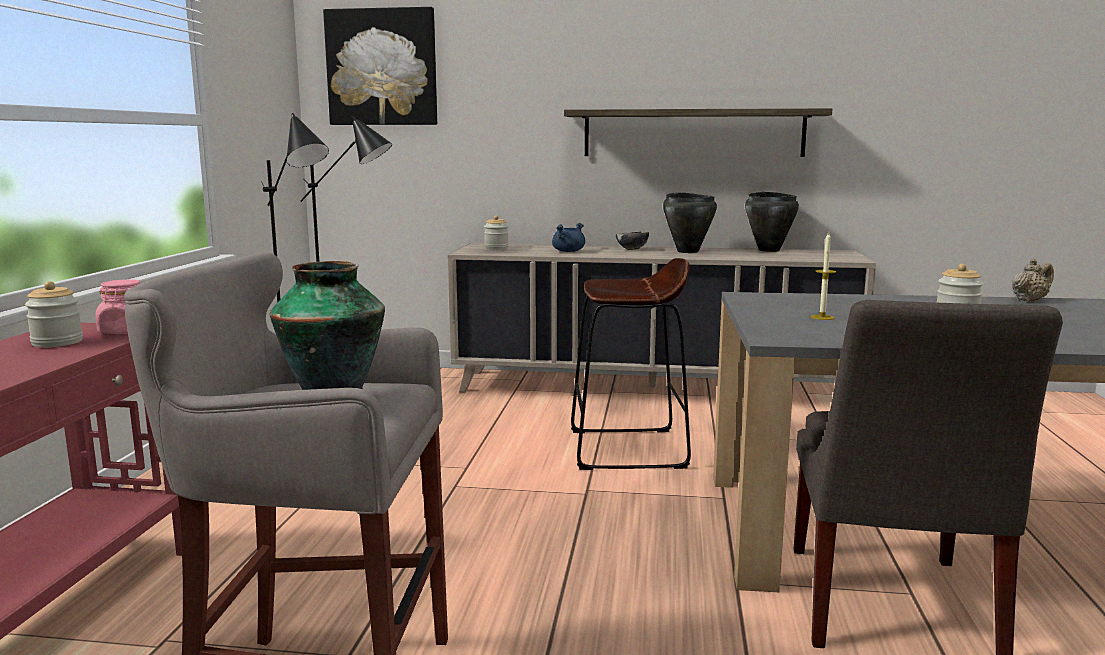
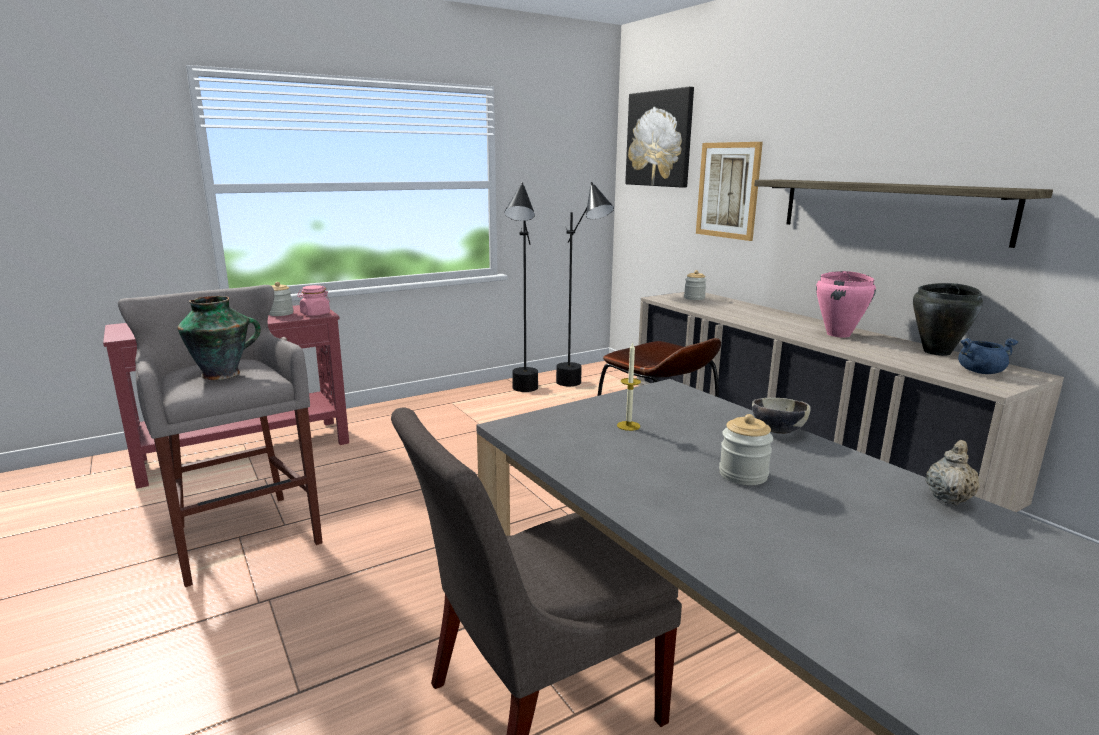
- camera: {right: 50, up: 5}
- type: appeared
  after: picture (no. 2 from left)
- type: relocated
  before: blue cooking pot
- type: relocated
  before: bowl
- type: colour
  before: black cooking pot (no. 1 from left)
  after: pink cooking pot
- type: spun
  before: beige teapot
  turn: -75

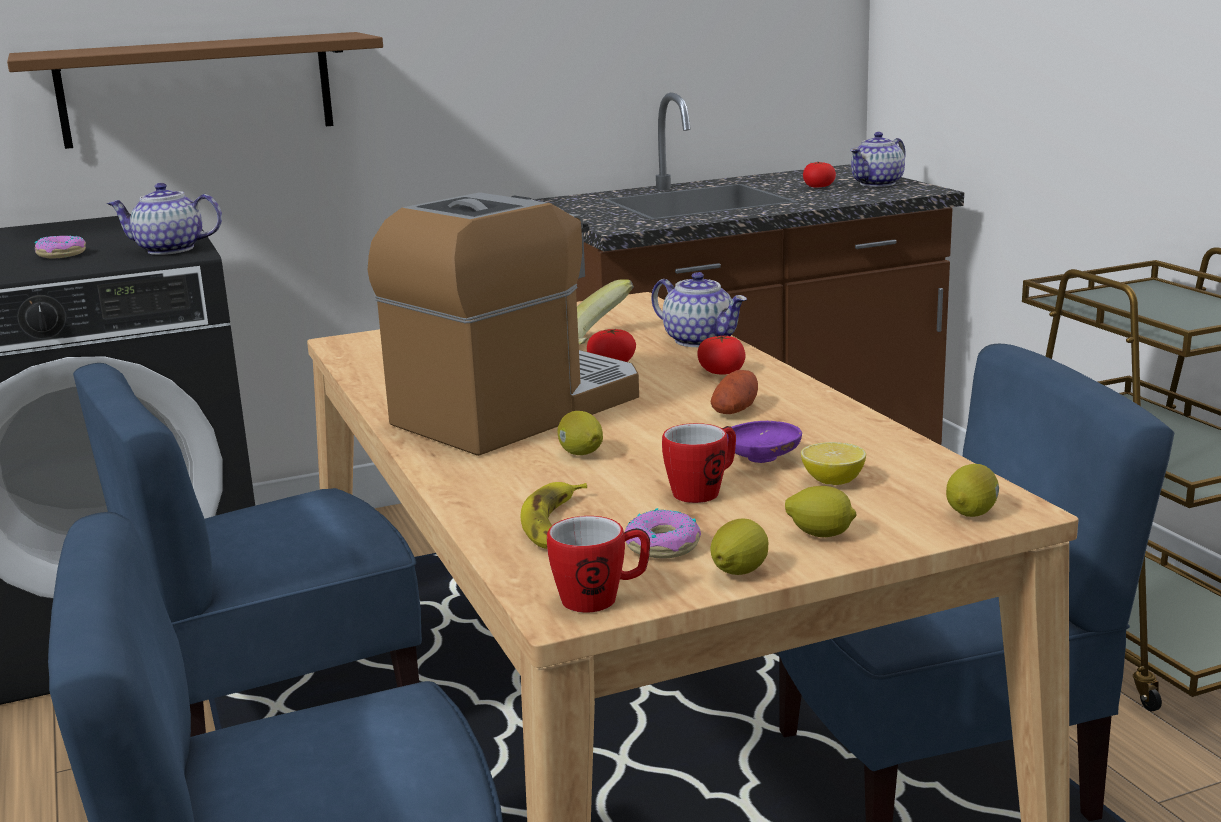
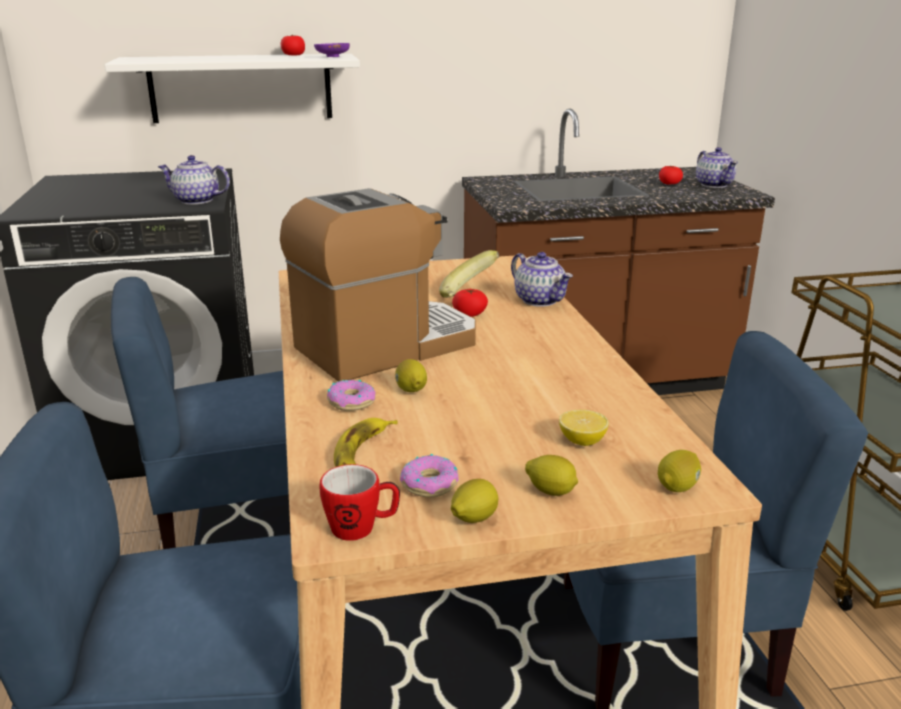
- camera: {right: 10, up: 5}
- type: missing
  before: mug (no. 2 from left)
- type: missing
  before: potato
- type: relocated
  before: donut (no. 1 from left)
- type: relocated
  before: tomato (no. 2 from left in the first image)
  after: tomato (no. 1 from left)
- type: relocated
  before: purple bowl
- type: colour
  before: brown shelf
  after: white shelf
- type: spun
  before: teapot (no. 3 from left)
  turn: -75

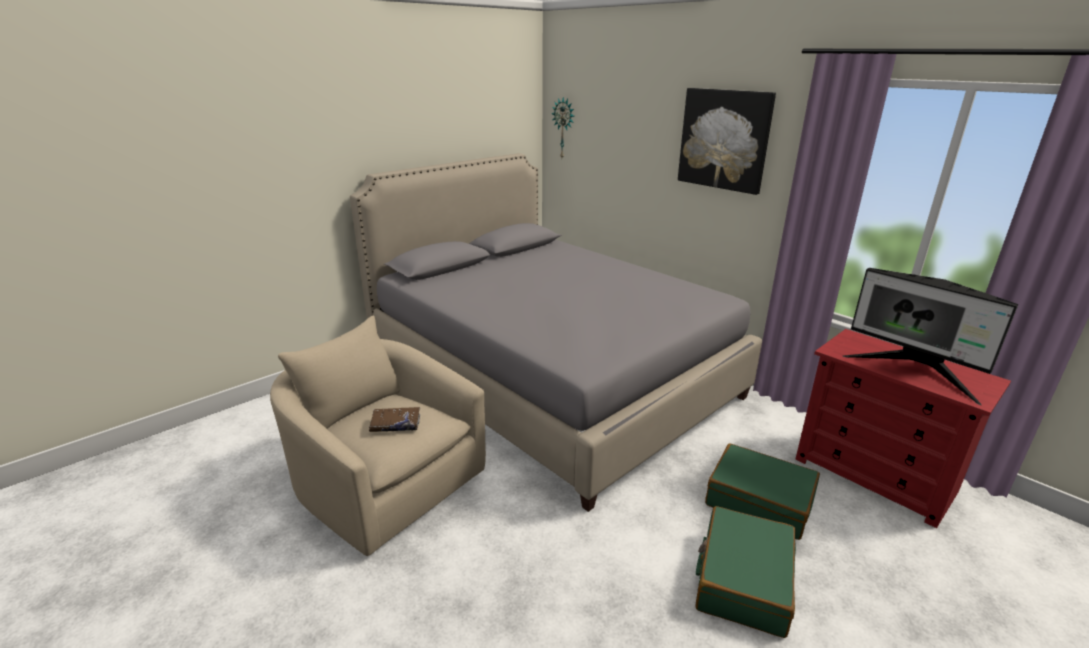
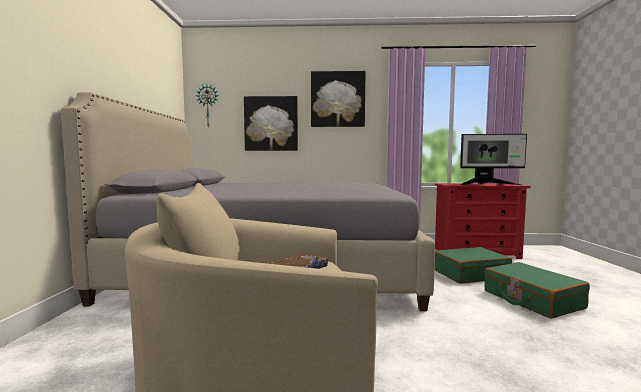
- camera: {right: -45, up: -20}
- type: appeared
  after: picture (no. 1 from left)

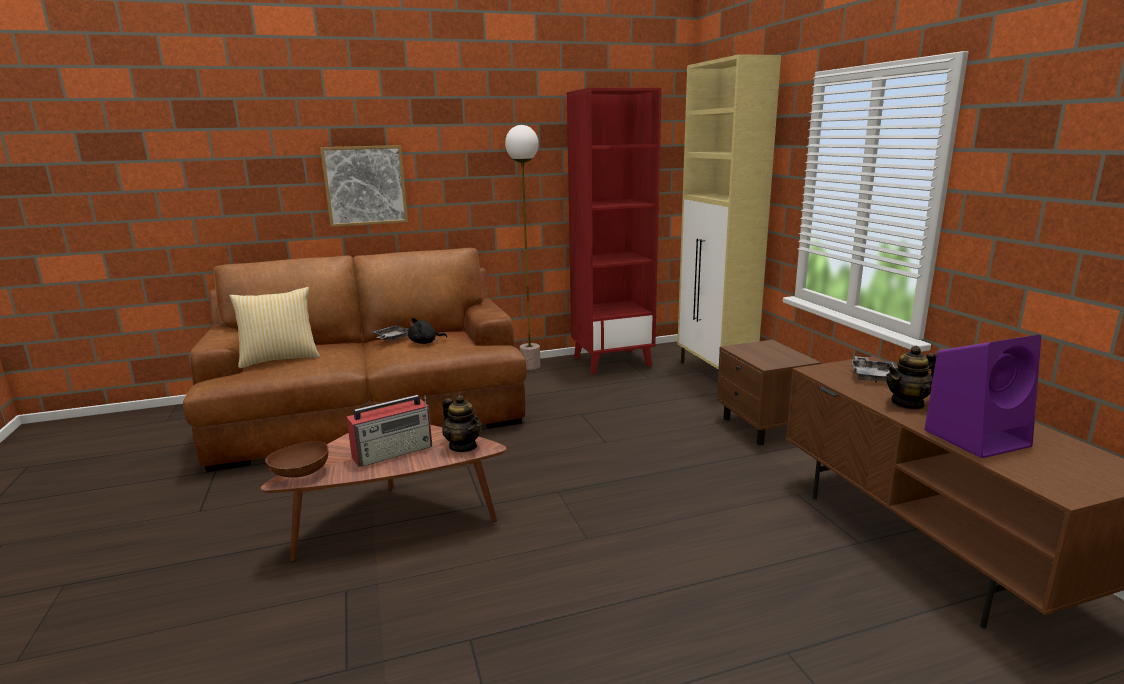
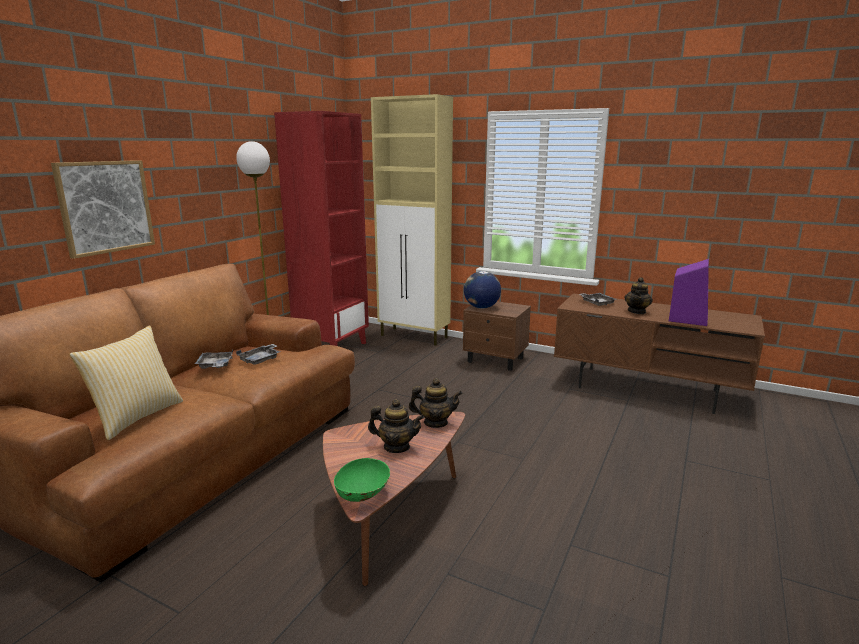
- camera: {right: -45, up: 0}
- type: appeared
  after: globe
- type: exchanged
  before: radio
  after: teapot (no. 1 from left)
- type: exchanged
  before: black plush toy
  after: grey tray (no. 2 from left)
- type: colour
  before: brown bowl
  after: green bowl

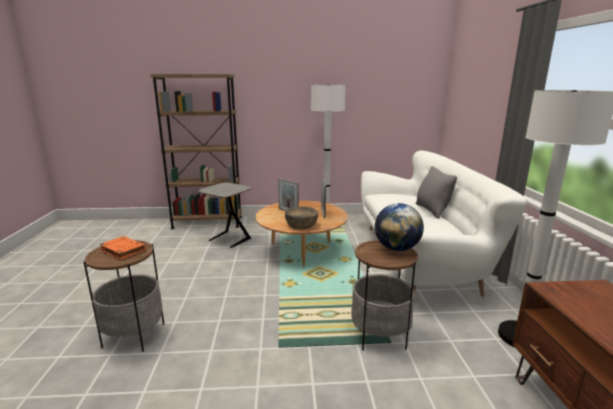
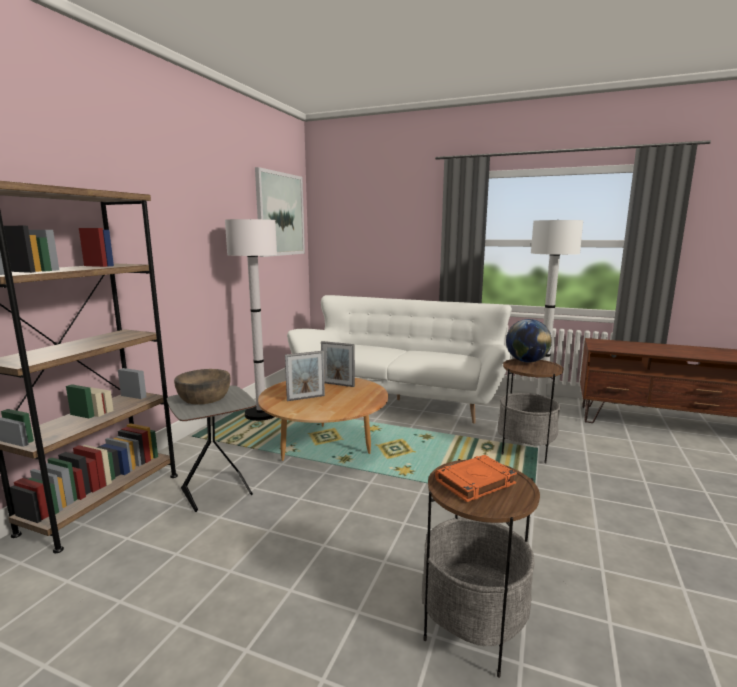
- camera: {right: -65, up: -5}
- type: missing
  before: grey pillow
- type: appeared
  after: picture
- type: relocated
  before: brown bowl

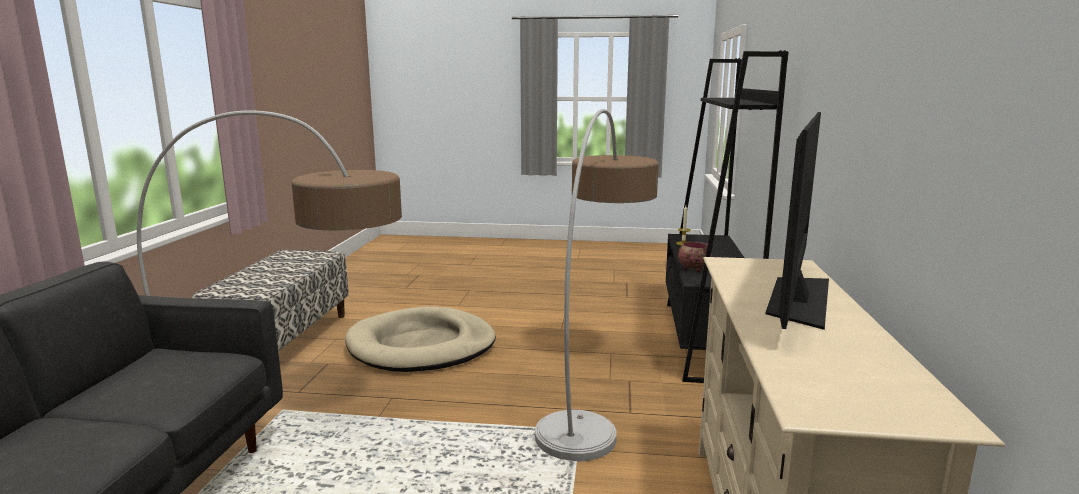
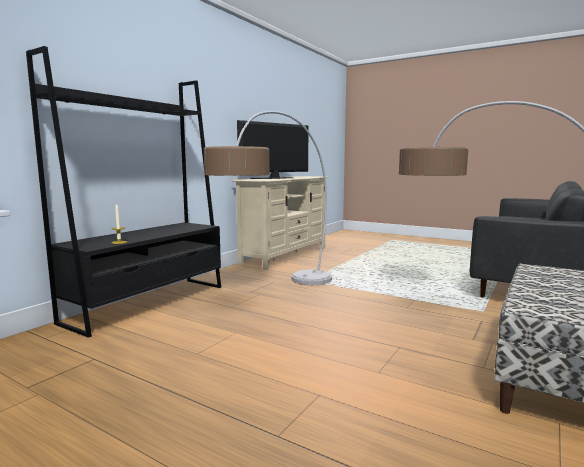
- camera: {right: -155, up: -5}
- type: missing
  before: beige dog bed
- type: missing
  before: bowl

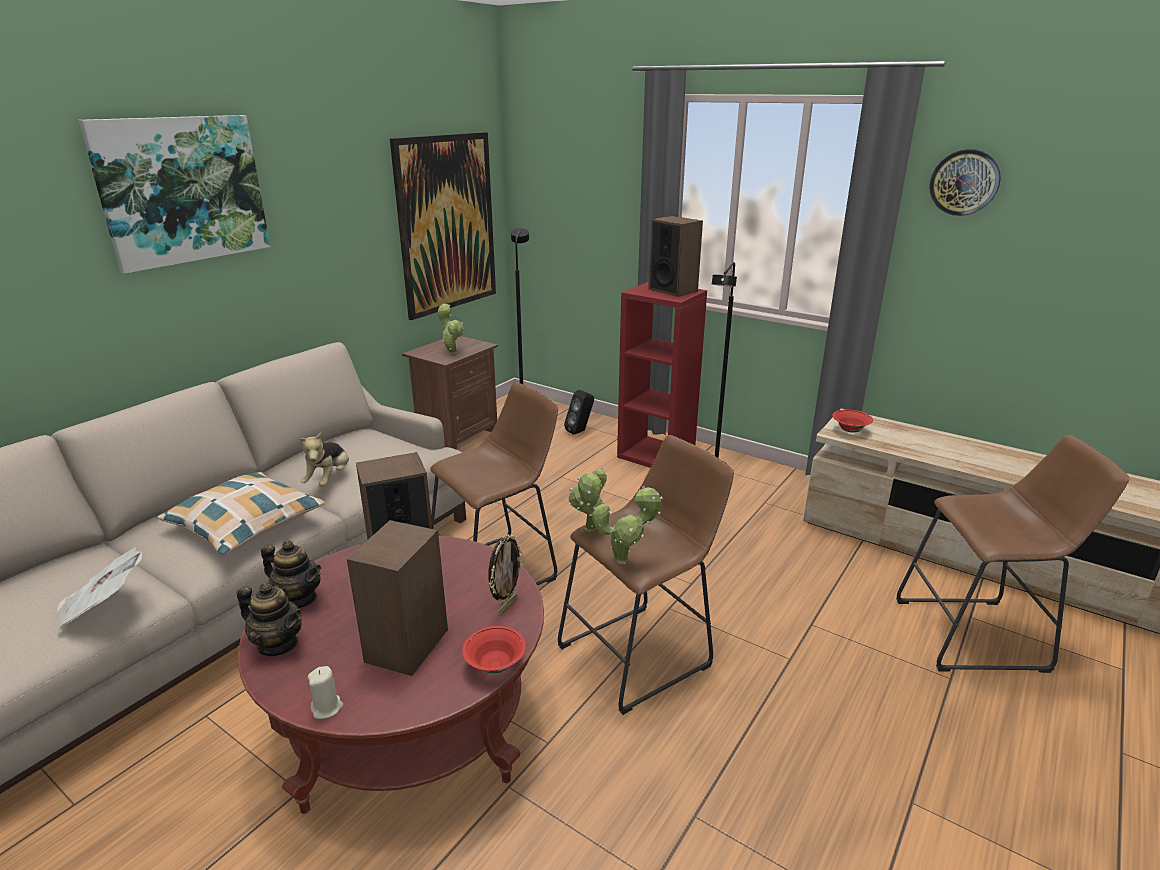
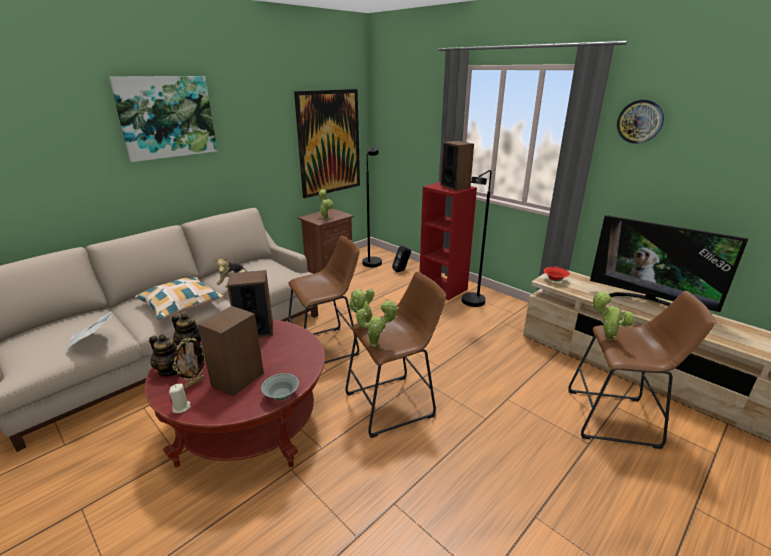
- camera: {right: 10, up: 0}
- type: appeared
  after: television
- type: appeared
  after: potted plant (no. 4 from left)
- type: relocated
  before: picture frame
- type: colour
  before: red bowl (no. 1 from left)
  after: grey bowl

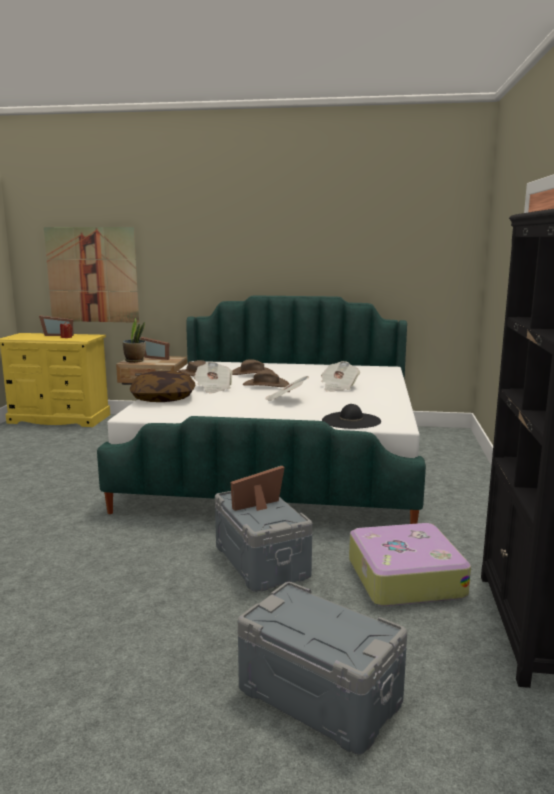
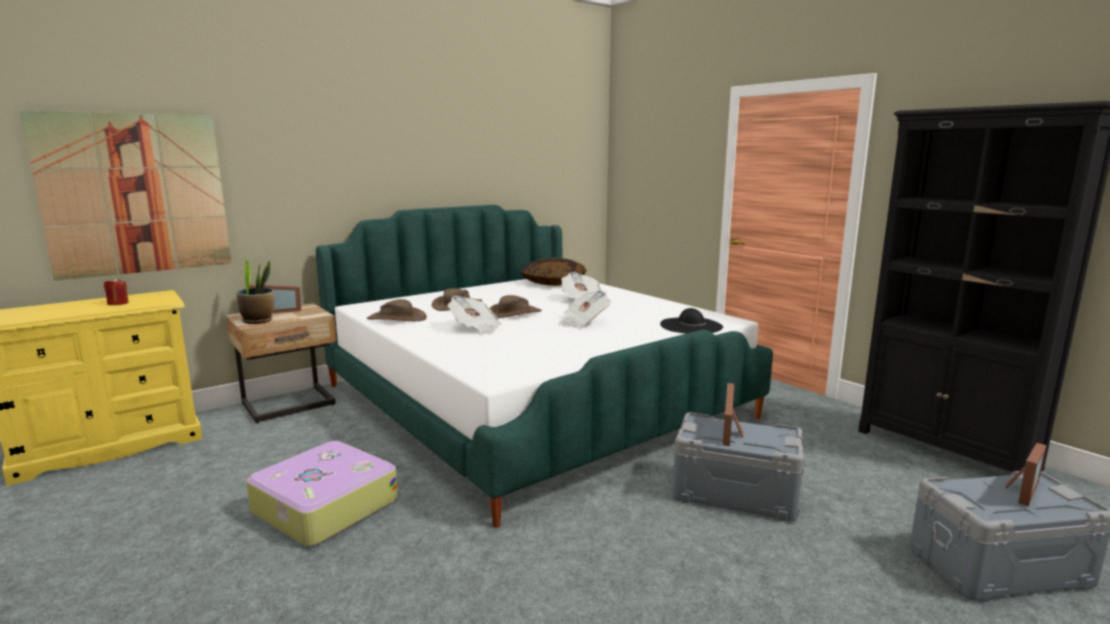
- camera: {right: -45, up: 0}
- type: relocated
  before: picture frame (no. 1 from left in the first image)
  after: picture frame (no. 3 from left)
- type: relocated
  before: pillow
- type: relocated
  before: suitcase

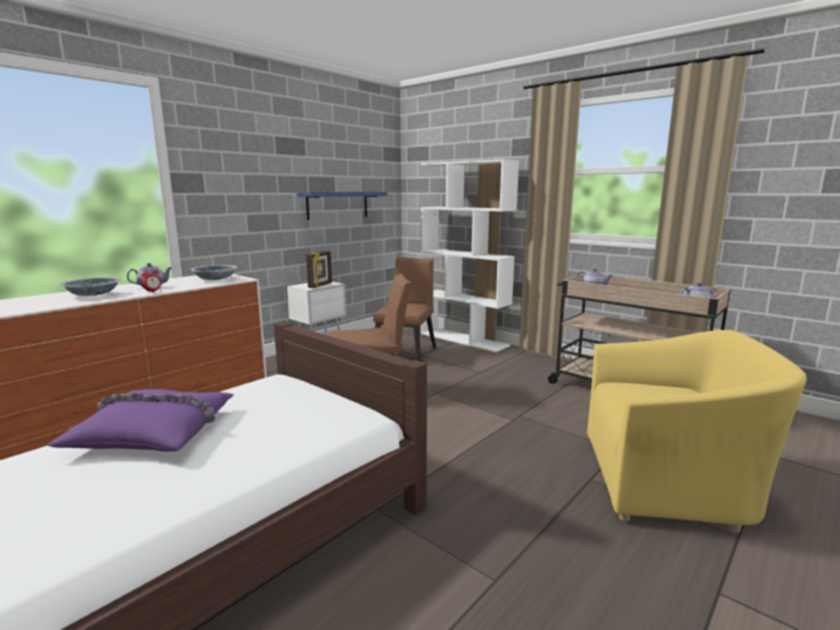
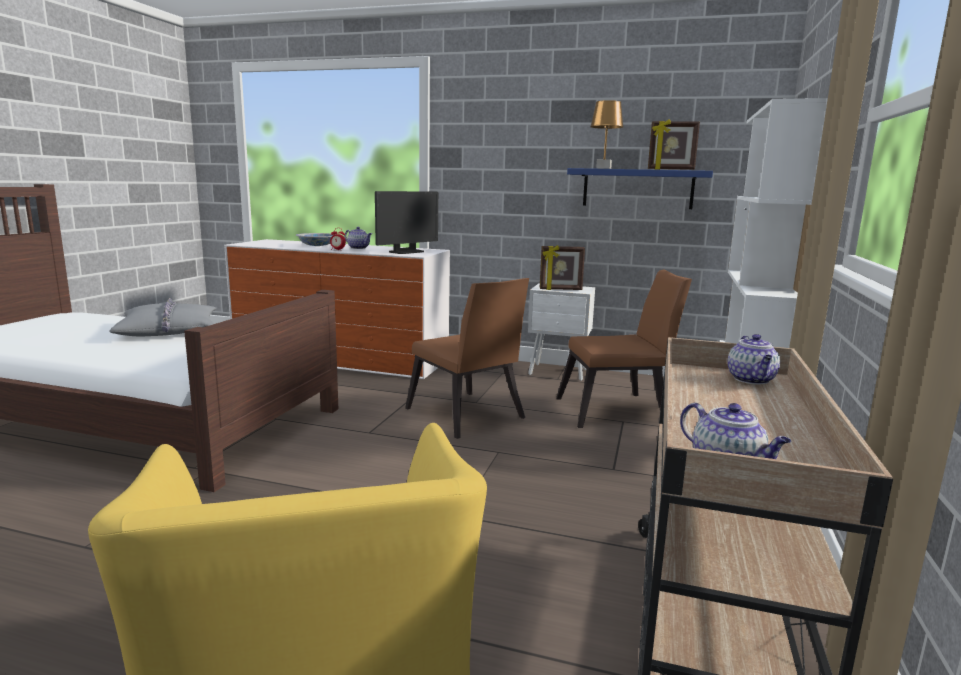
- camera: {right: 65, up: 0}
- type: appeared
  after: brown table lamp
- type: appeared
  after: picture frame (no. 2 from left)
- type: exchanged
  before: bowl (no. 2 from left)
  after: monitor
- type: colour
  before: purple pillow
  after: grey pillow

